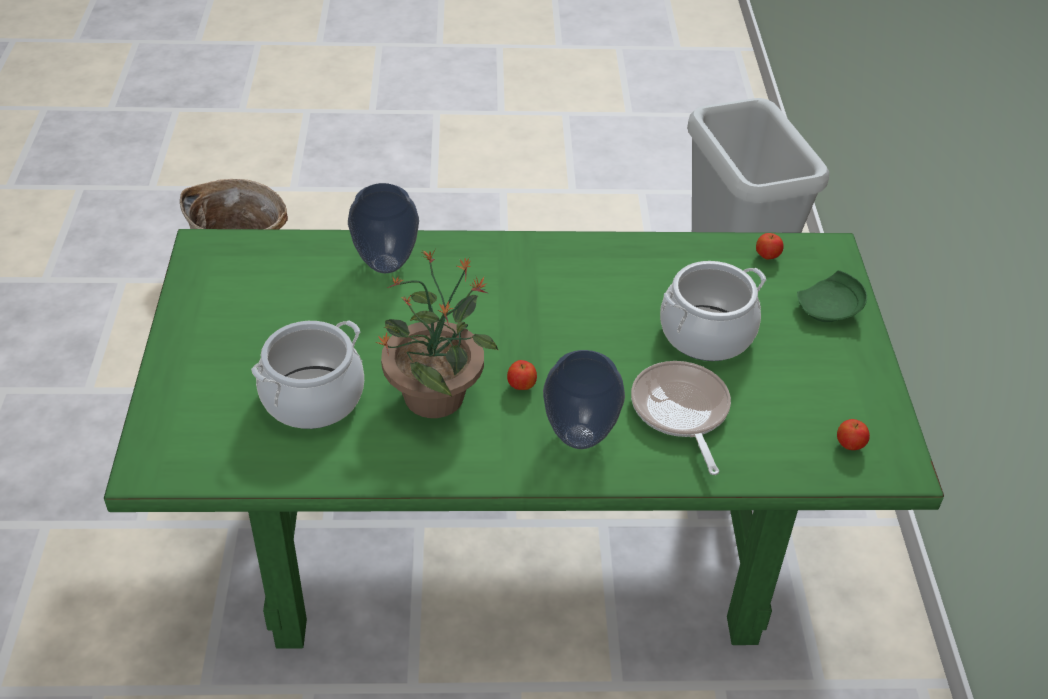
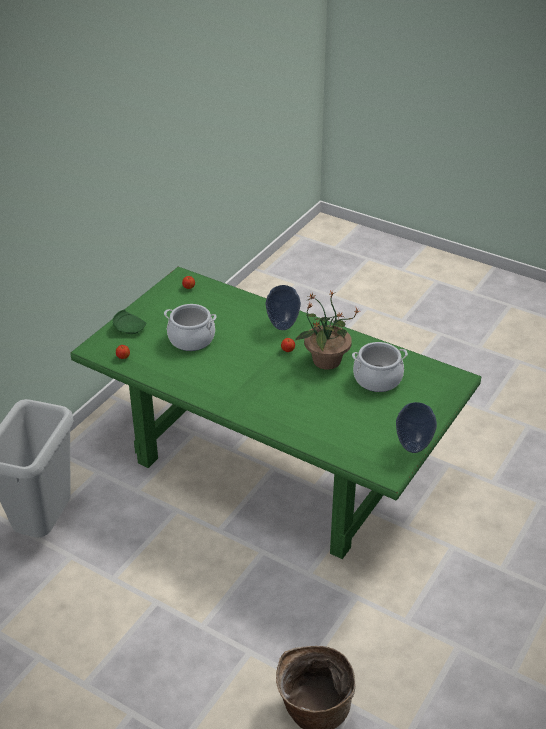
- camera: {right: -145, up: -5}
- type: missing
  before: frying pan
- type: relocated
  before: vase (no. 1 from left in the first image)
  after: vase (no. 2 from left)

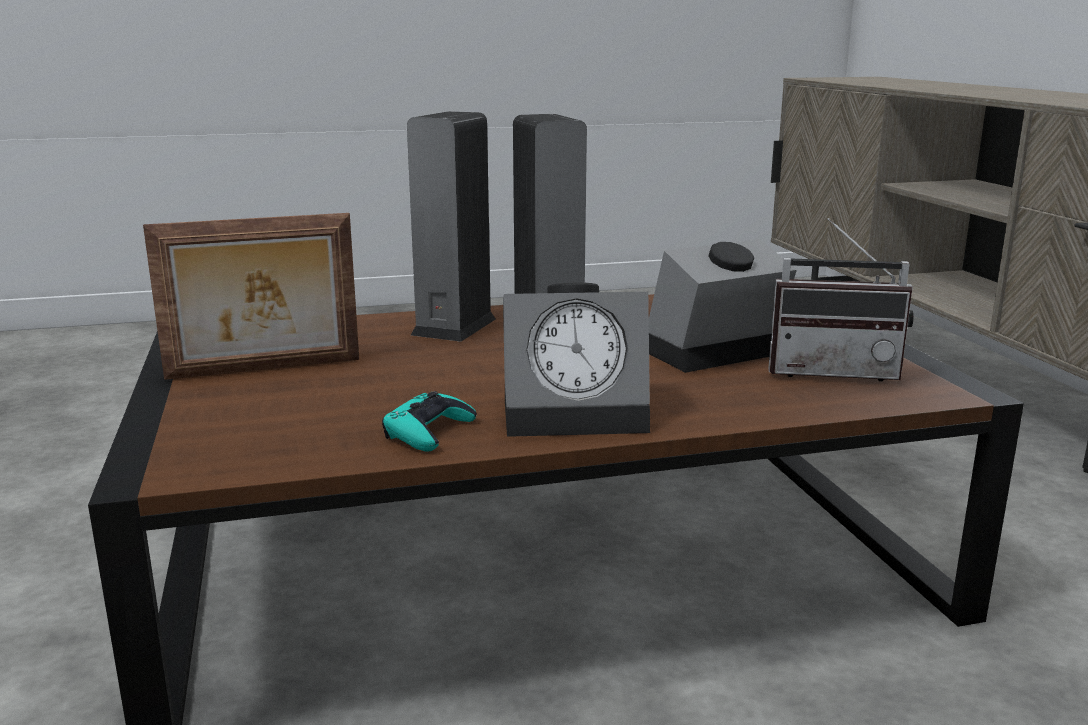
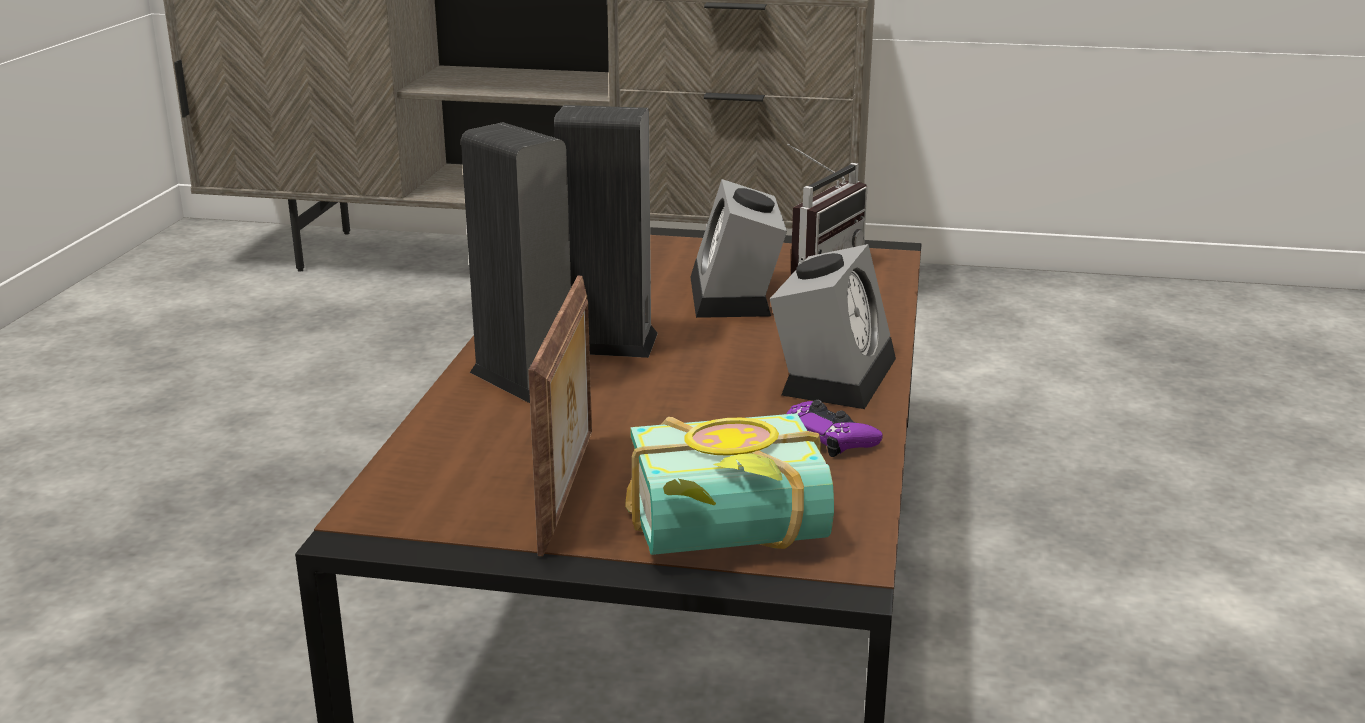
- camera: {right: -65, up: 5}
- type: appeared
  after: book
- type: colour
  before: turquoise game controller
  after: purple game controller

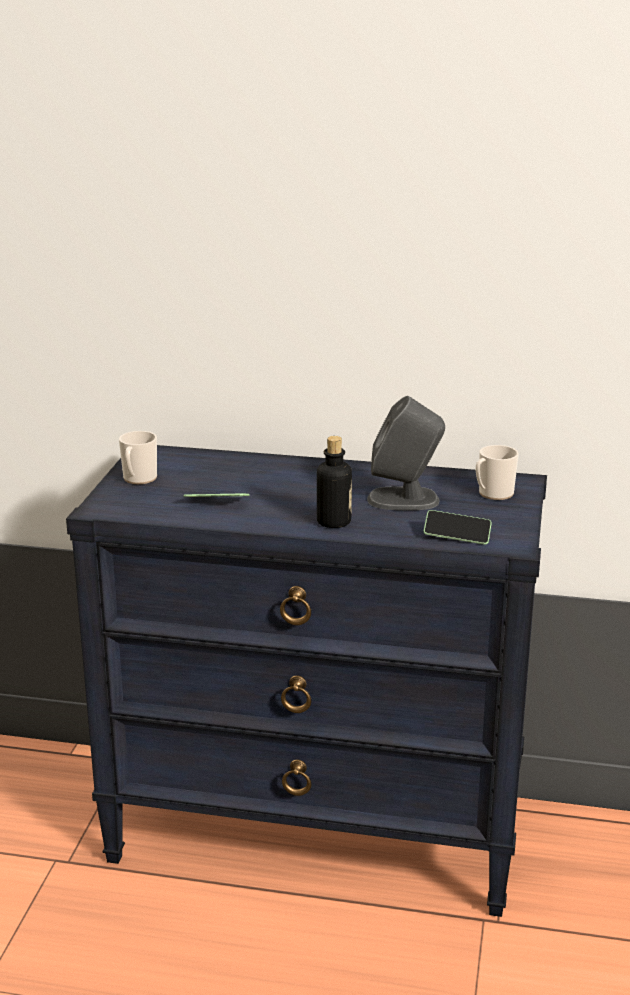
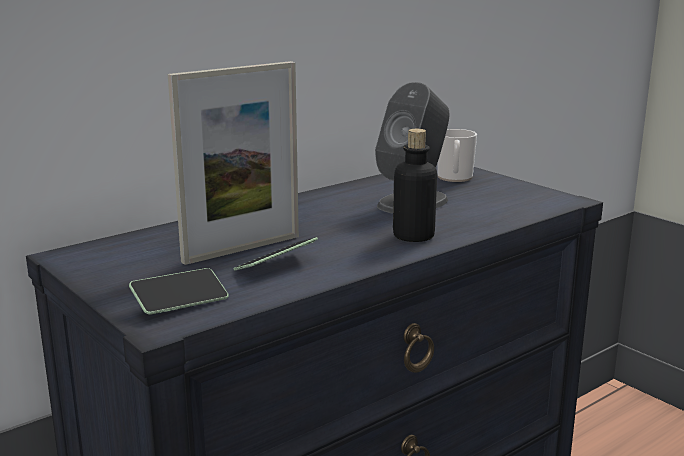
- camera: {right: -50, up: -5}
- type: missing
  before: mug (no. 1 from left)
- type: appeared
  after: picture frame
- type: relocated
  before: phone (no. 2 from left in the first image)
  after: phone (no. 1 from left)

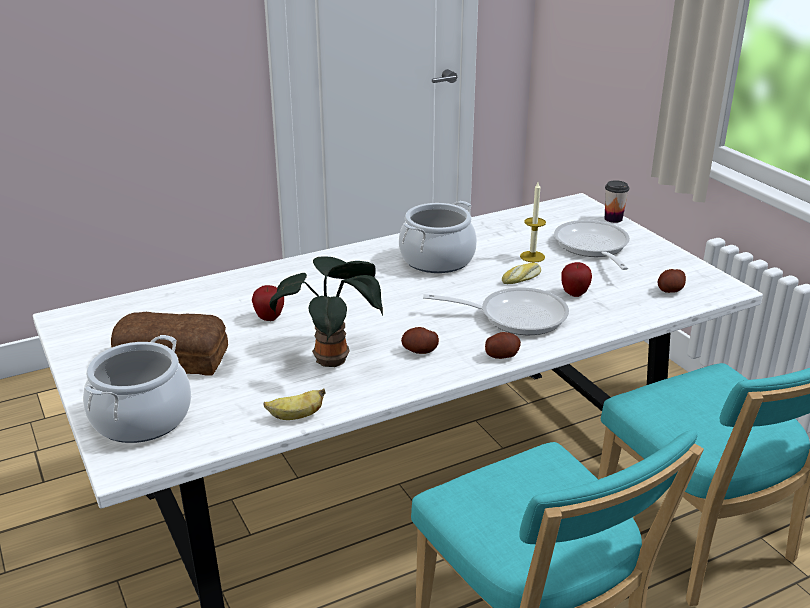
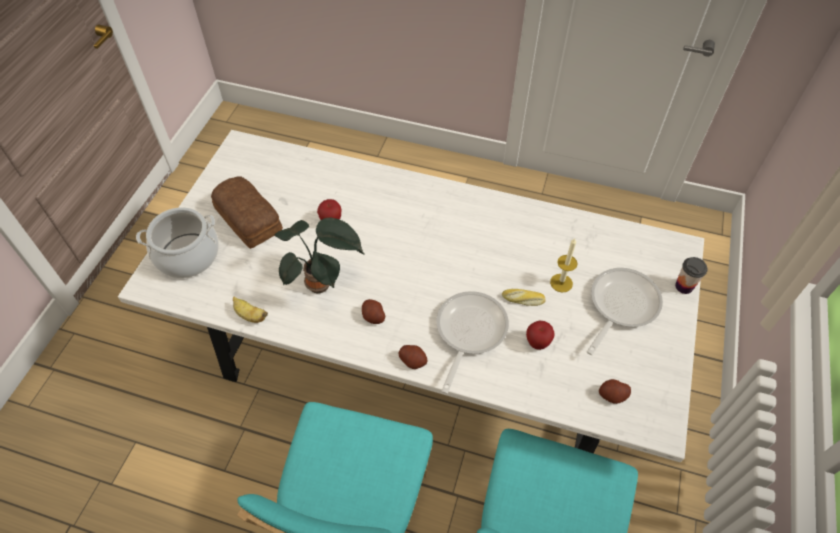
- camera: {right: 45, up: 25}
- type: missing
  before: cooking pot (no. 2 from left)
- type: spun
  before: frying pan (no. 1 from left)
  turn: -120

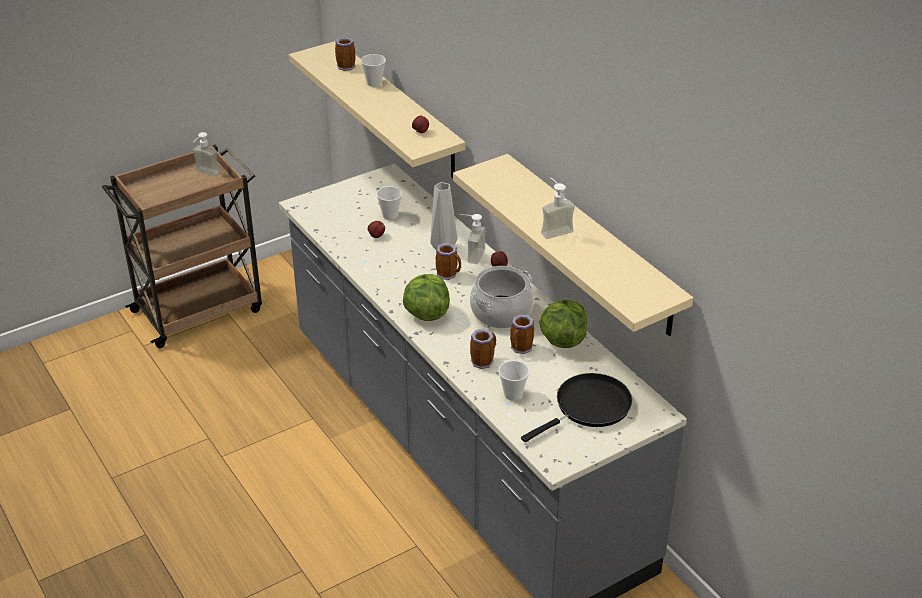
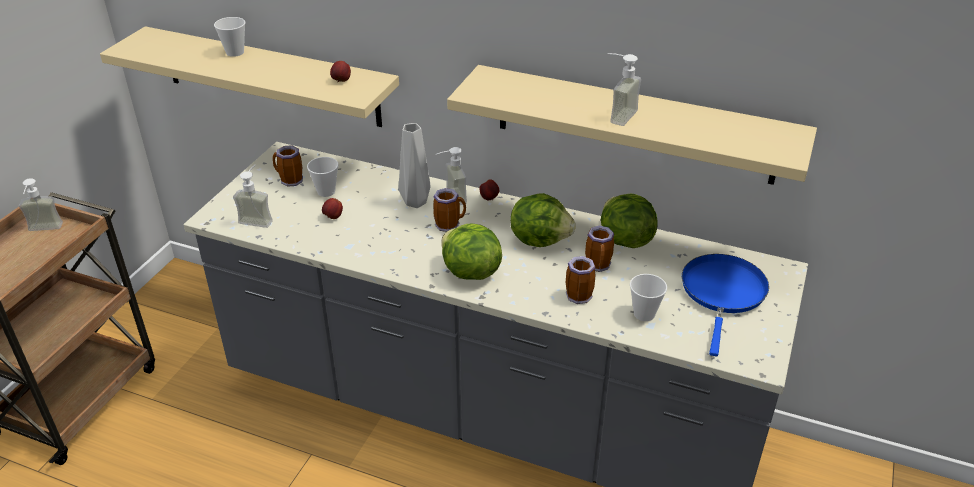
- camera: {right: -35, up: 0}
- type: appeared
  after: soap dispenser (no. 2 from left)
- type: relocated
  before: mug (no. 1 from left)
- type: exchanged
  before: cooking pot
  after: lettuce (no. 2 from left)
- type: colour
  before: black frying pan
  after: blue frying pan

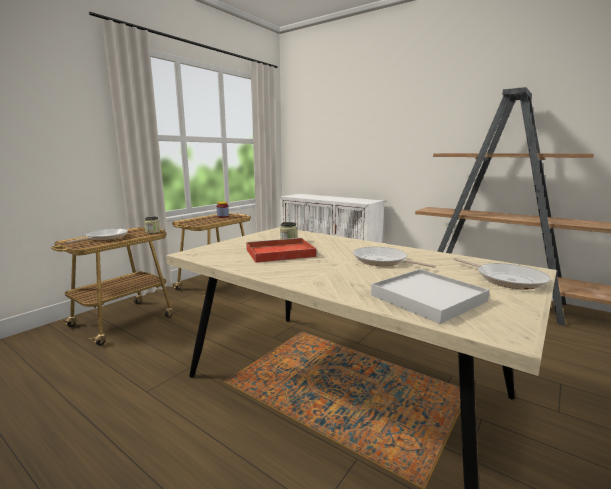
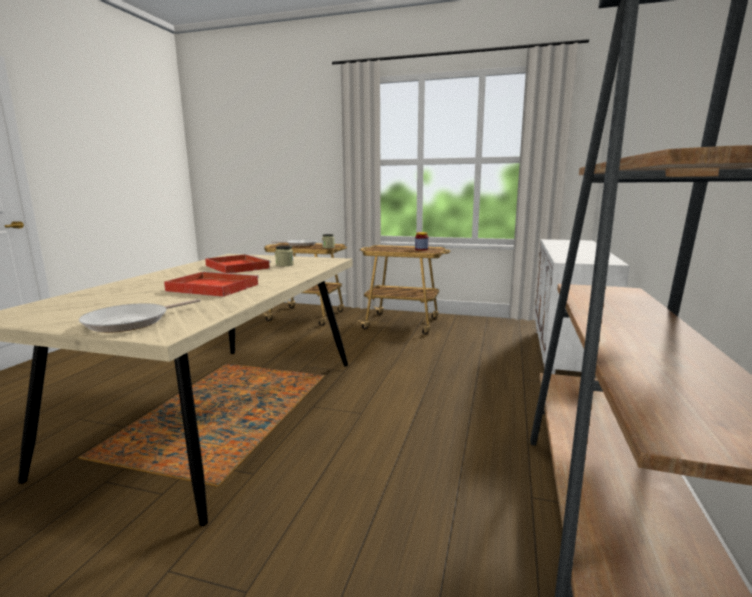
- camera: {right: 70, up: 0}
- type: missing
  before: white tray
- type: exchanged
  before: frying pan (no. 2 from left)
  after: red tray (no. 1 from left)

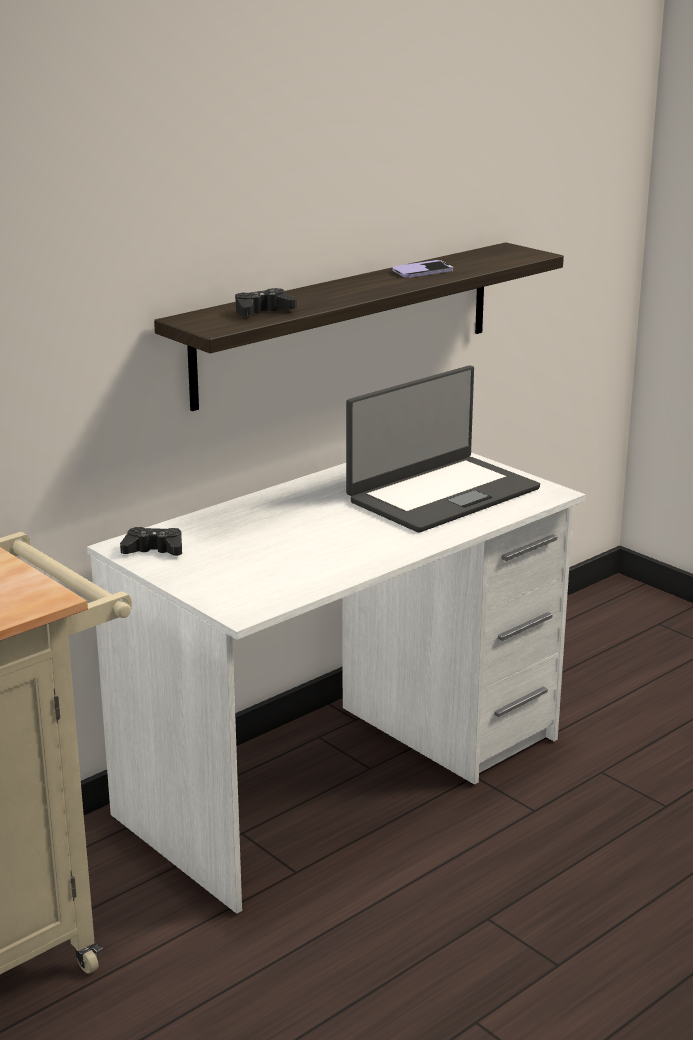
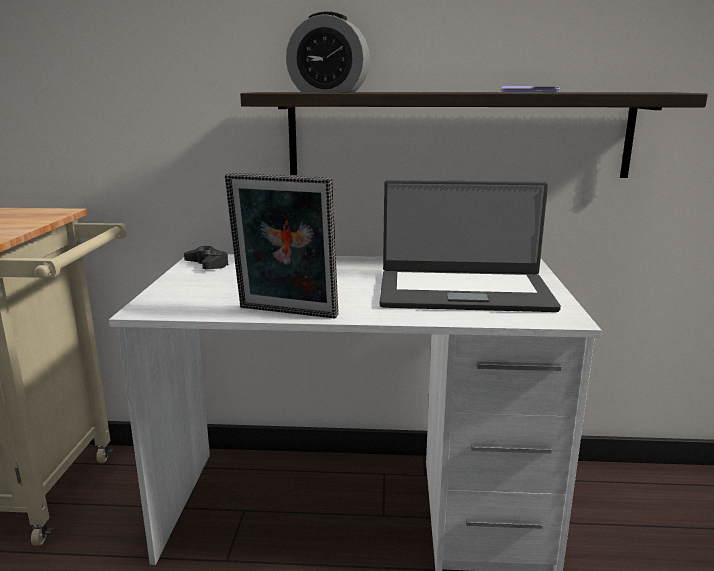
- camera: {right: 45, up: -5}
- type: appeared
  after: picture frame
- type: exchanged
  before: black game controller (no. 2 from left)
  after: alarm clock

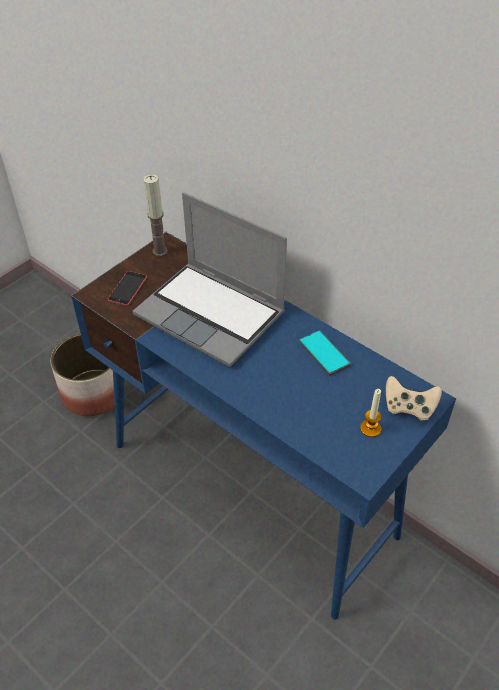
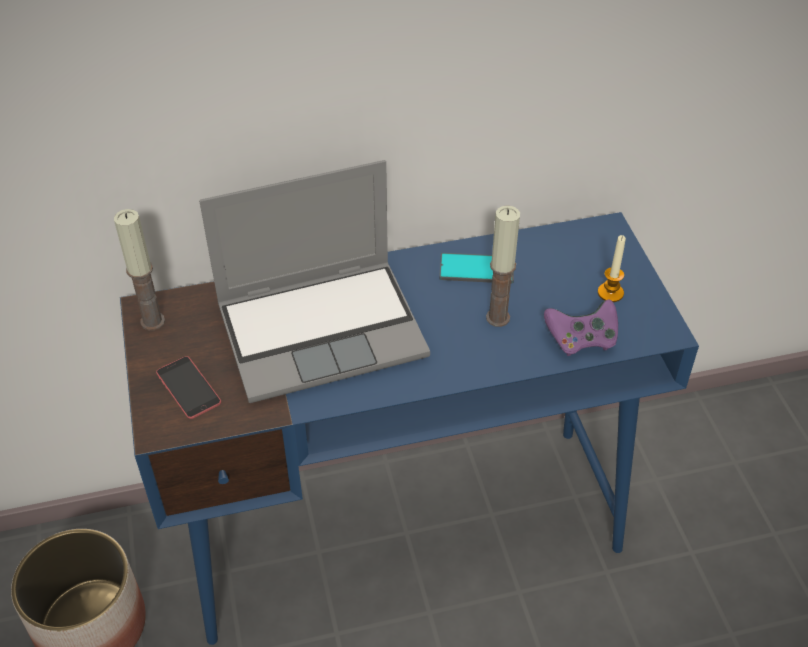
- camera: {right: -55, up: 0}
- type: missing
  before: beige game controller
- type: appeared
  after: candle (no. 2 from left)
- type: appeared
  after: purple game controller

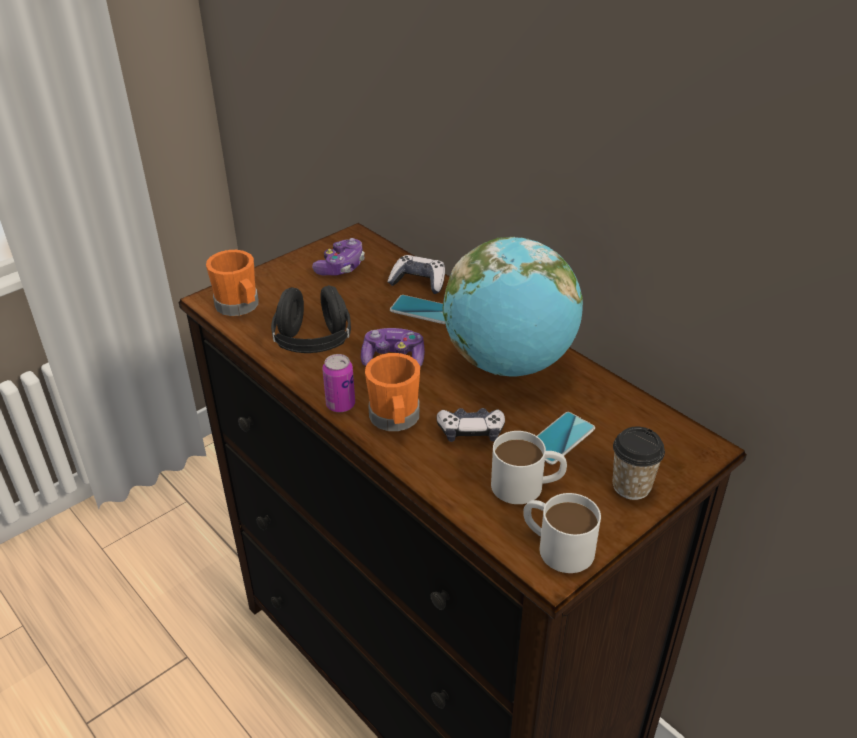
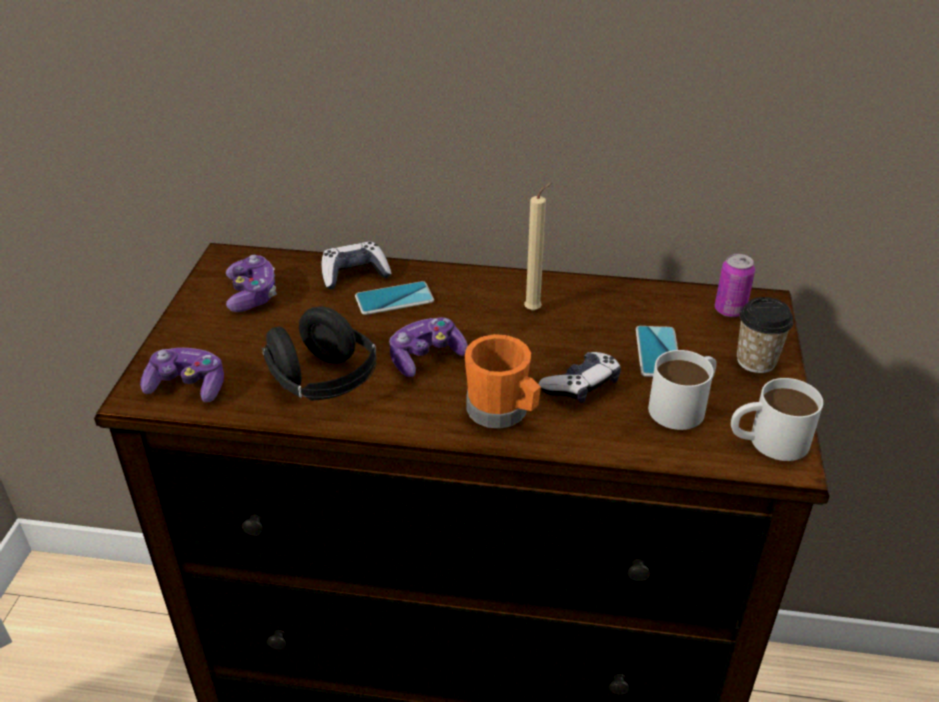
- camera: {right: -40, up: 0}
- type: relocated
  before: can
- type: exchanged
  before: orange mug (no. 1 from left)
  after: game controller (no. 1 from left)
- type: exchanged
  before: globe
  after: beige candle

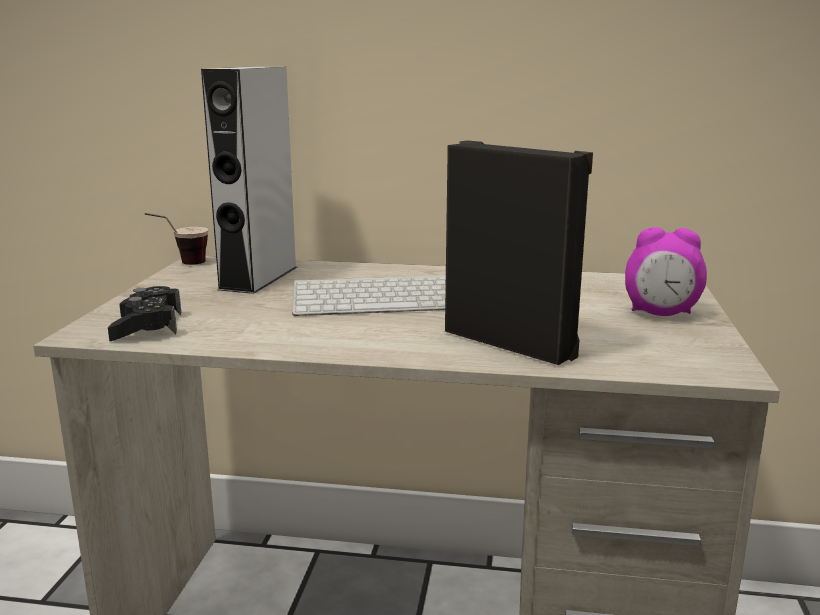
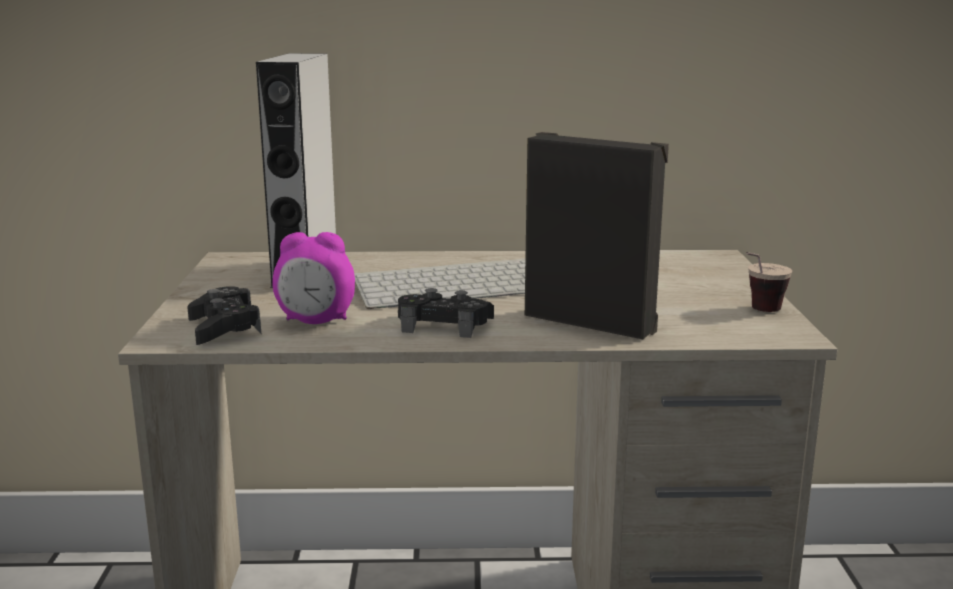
- camera: {right: -10, up: 0}
- type: appeared
  after: black game controller (no. 2 from left)
- type: relocated
  before: cup
- type: relocated
  before: alarm clock

